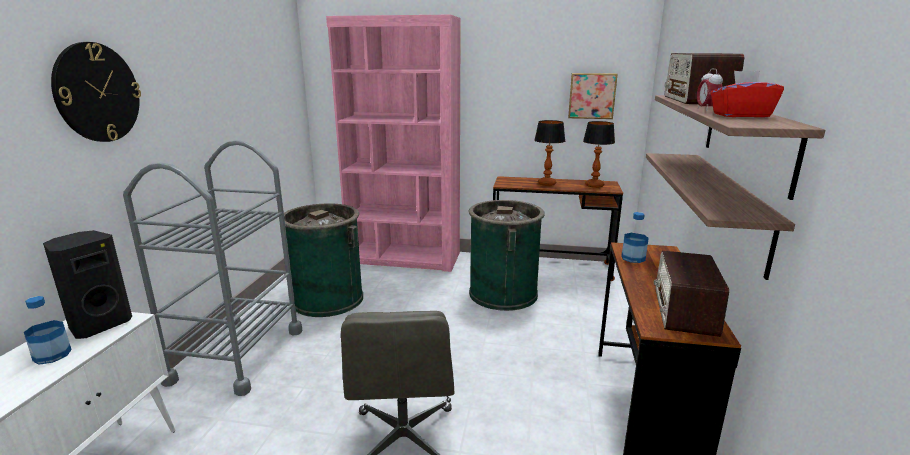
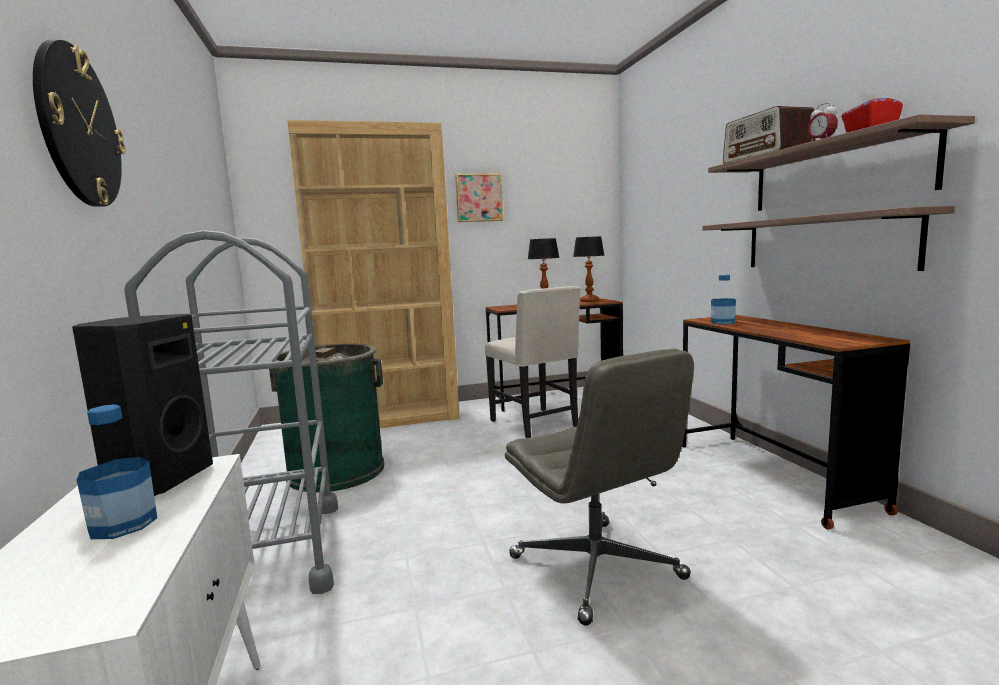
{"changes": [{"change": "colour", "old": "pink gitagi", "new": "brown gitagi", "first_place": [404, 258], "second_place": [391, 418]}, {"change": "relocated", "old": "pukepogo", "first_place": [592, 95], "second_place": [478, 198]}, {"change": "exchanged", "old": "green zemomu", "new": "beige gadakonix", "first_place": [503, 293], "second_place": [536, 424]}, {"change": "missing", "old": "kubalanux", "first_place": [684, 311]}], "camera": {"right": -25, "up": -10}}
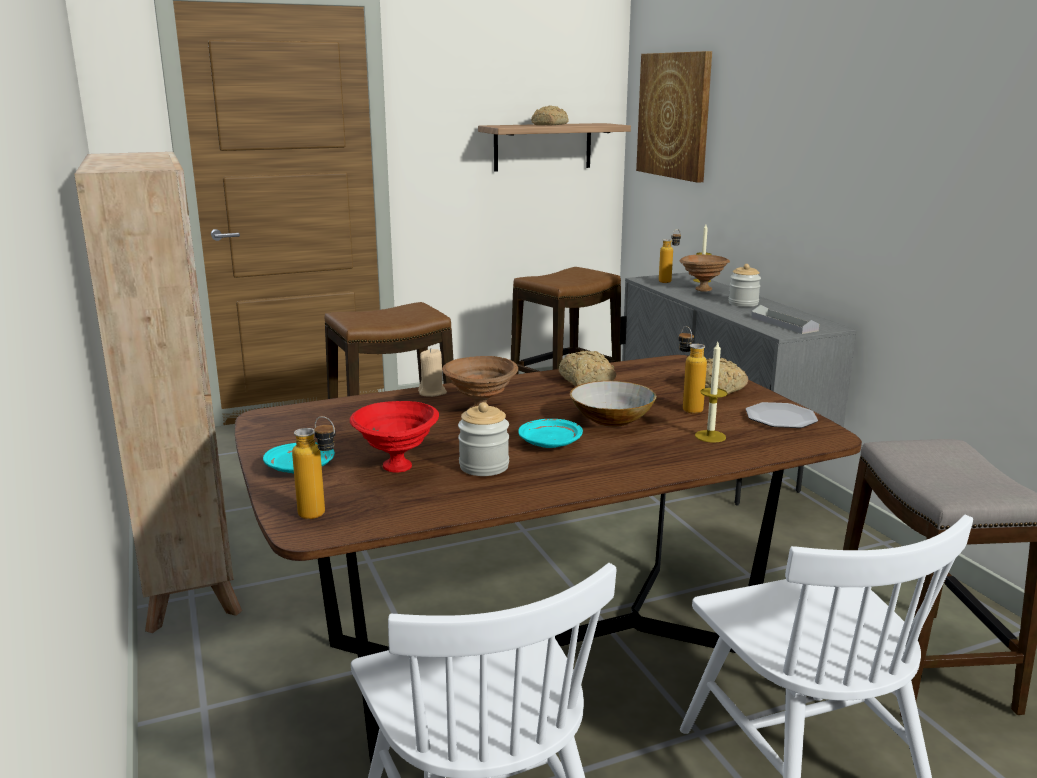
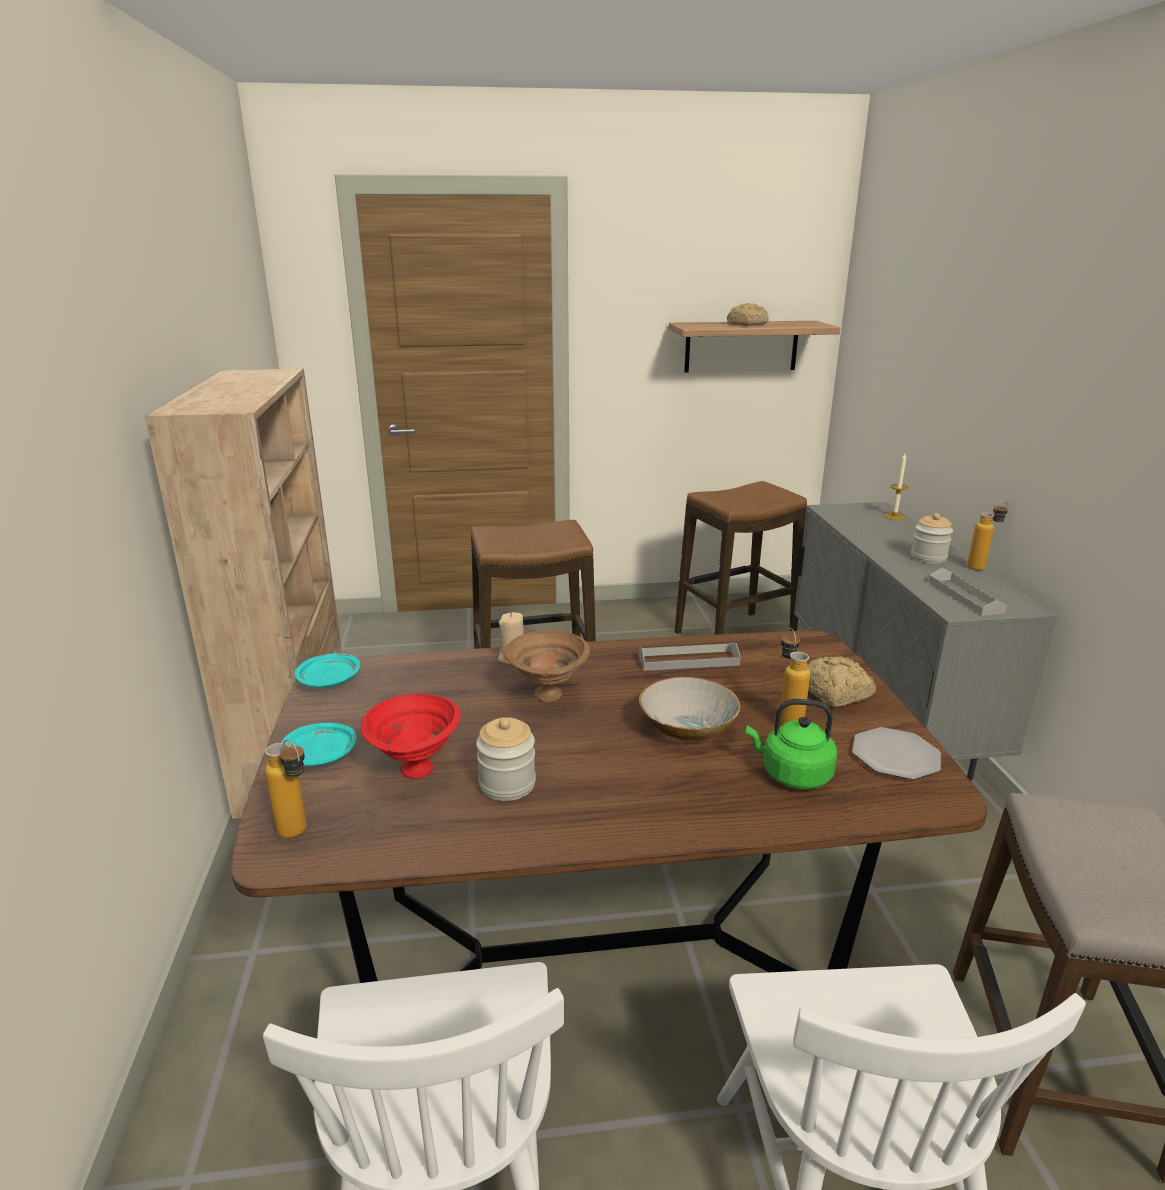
{"changes": [{"change": "missing", "old": "pukepogo", "first_place": [674, 115]}, {"change": "relocated", "old": "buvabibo", "first_place": [669, 281], "second_place": [981, 567]}, {"change": "missing", "old": "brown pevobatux", "first_place": [702, 289]}, {"change": "exchanged", "old": "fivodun", "new": "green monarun", "first_place": [710, 436], "second_place": [792, 775]}, {"change": "exchanged", "old": "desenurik", "new": "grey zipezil", "first_place": [586, 381], "second_place": [688, 660]}, {"change": "relocated", "old": "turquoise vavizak", "first_place": [550, 443], "second_place": [329, 680]}], "camera": {"right": 15, "up": 5}}
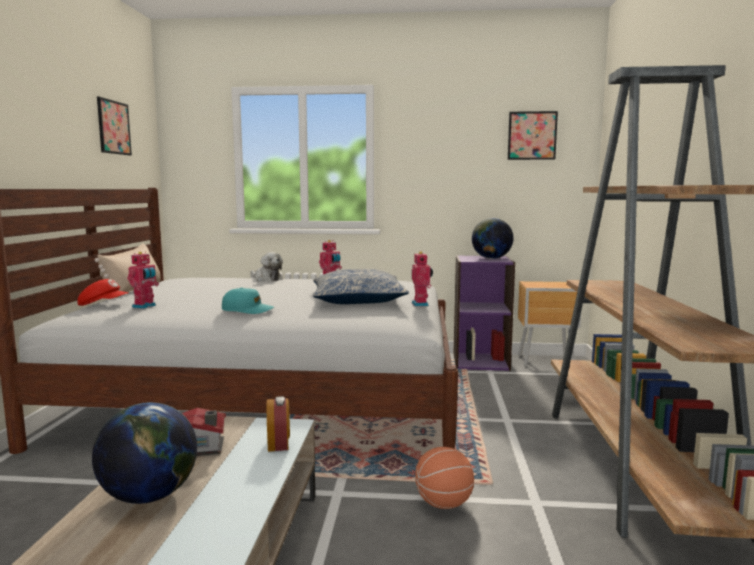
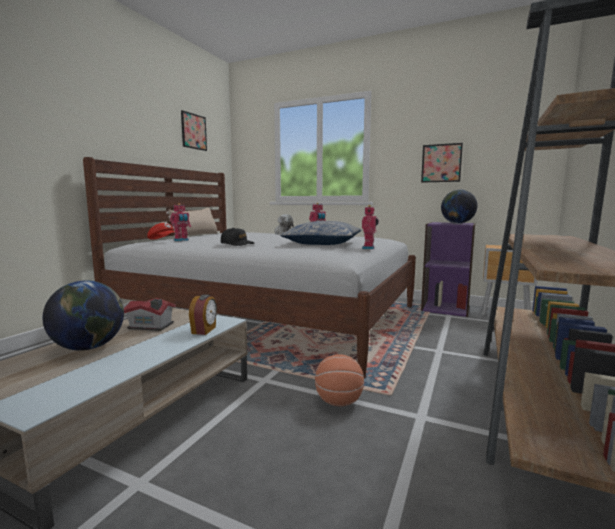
{"changes": [{"change": "relocated", "old": "pukepogo", "first_place": [532, 135], "second_place": [441, 163]}, {"change": "colour", "old": "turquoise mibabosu", "new": "black mibabosu", "first_place": [247, 310], "second_place": [237, 244]}], "camera": {"right": 20, "up": 0}}
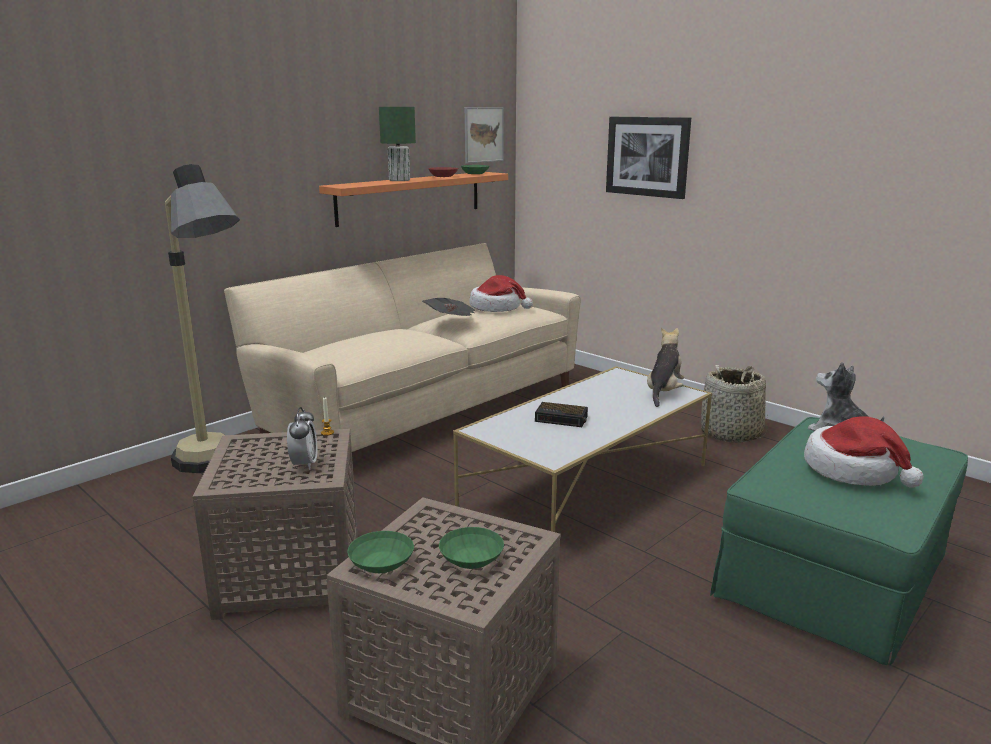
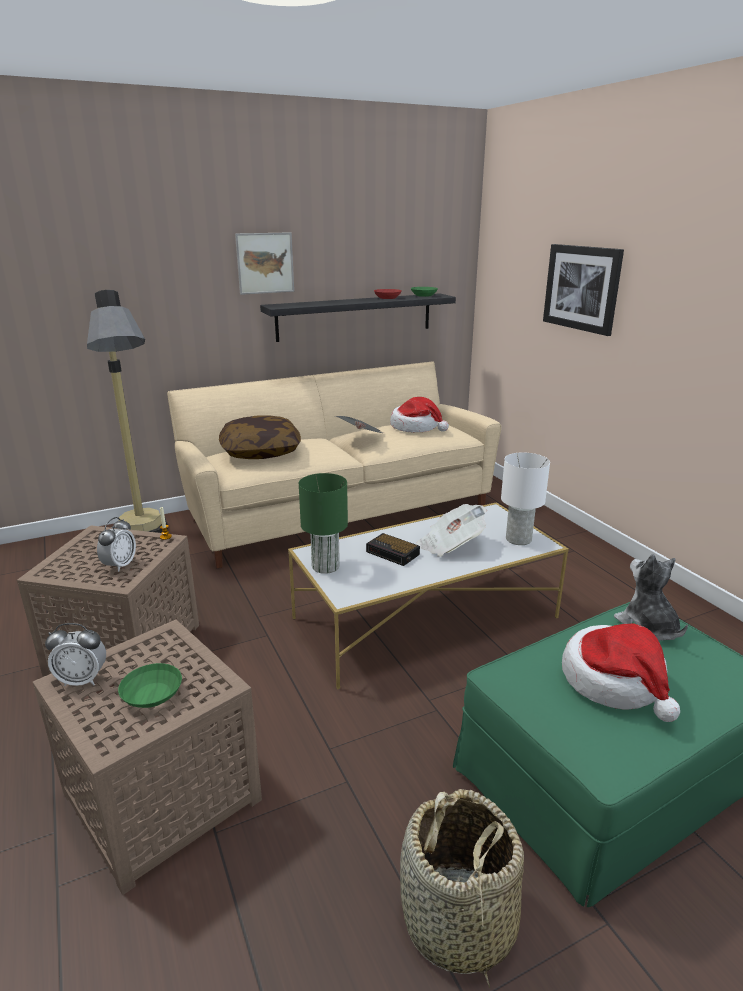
{"changes": [{"change": "relocated", "old": "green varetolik", "first_place": [399, 180], "second_place": [324, 566]}, {"change": "relocated", "old": "pukepogo", "first_place": [483, 135], "second_place": [265, 263]}, {"change": "colour", "old": "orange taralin", "new": "black taralin", "first_place": [410, 197], "second_place": [355, 317]}, {"change": "exchanged", "old": "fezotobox", "new": "white varetolik", "first_place": [663, 392], "second_place": [518, 539]}, {"change": "relocated", "old": "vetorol", "first_place": [731, 434], "second_place": [458, 921]}, {"change": "exchanged", "old": "green pevobatux", "new": "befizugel", "first_place": [382, 562], "second_place": [82, 680]}, {"change": "appeared", "new": "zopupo", "second_place": [261, 451]}, {"change": "appeared", "new": "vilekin", "second_place": [450, 545]}], "camera": {"right": 20, "up": 5}}
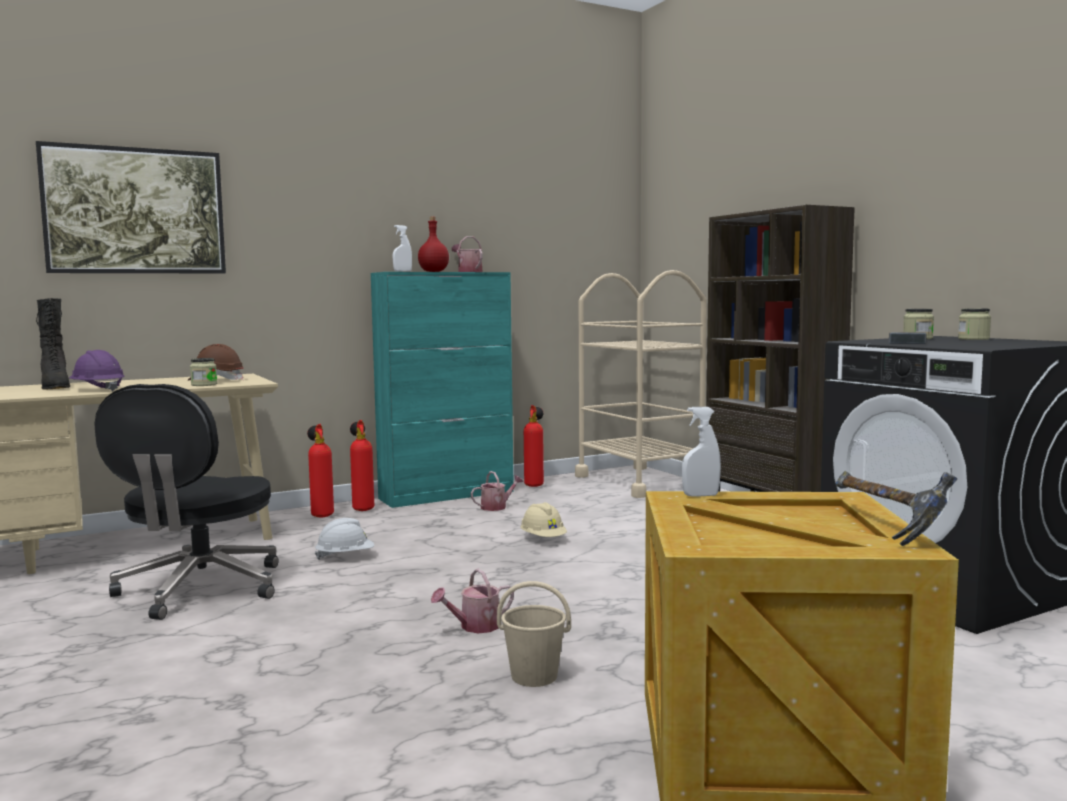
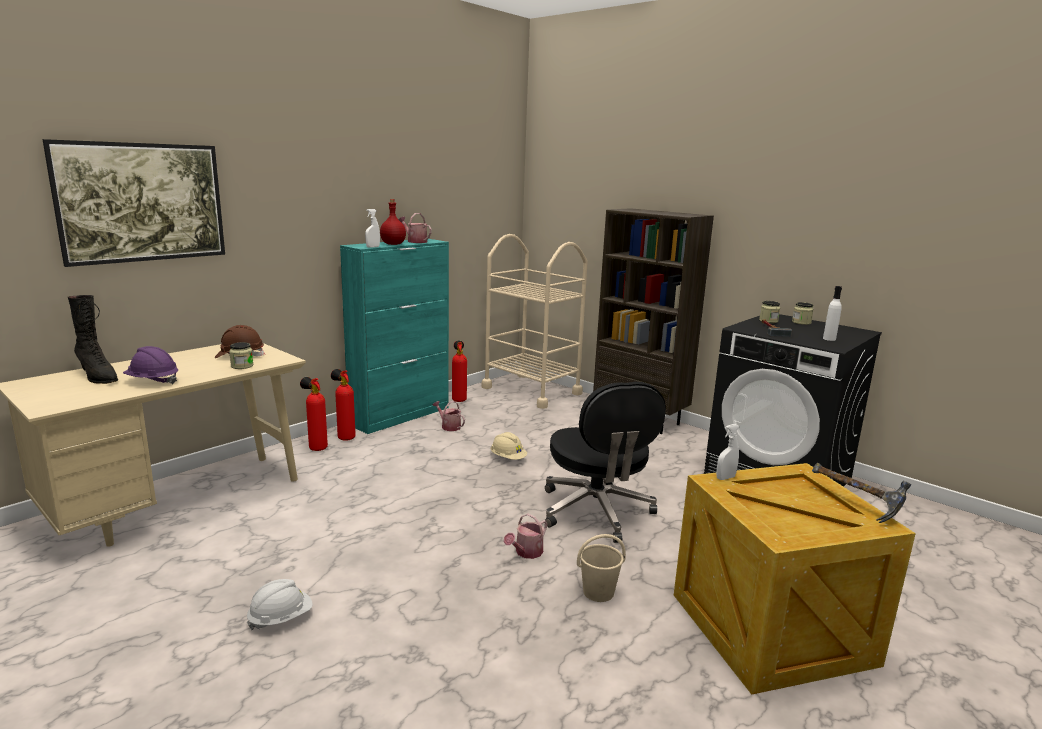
{"changes": [{"change": "relocated", "old": "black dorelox", "first_place": [199, 589], "second_place": [596, 512]}, {"change": "spun", "old": "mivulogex", "first_place": [497, 507], "second_place": [449, 426], "degrees": -90}, {"change": "relocated", "old": "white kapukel", "first_place": [345, 557], "second_place": [281, 618]}, {"change": "appeared", "new": "white buvabibo", "second_place": [829, 339]}], "camera": {"right": -20, "up": 10}}
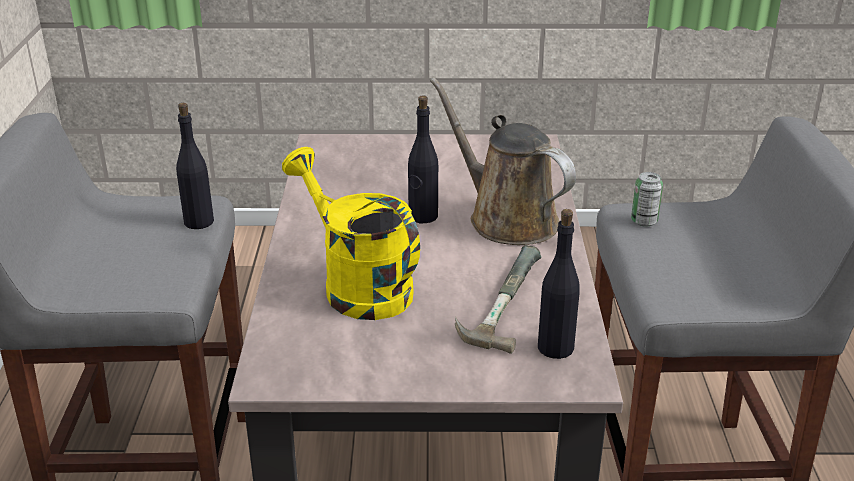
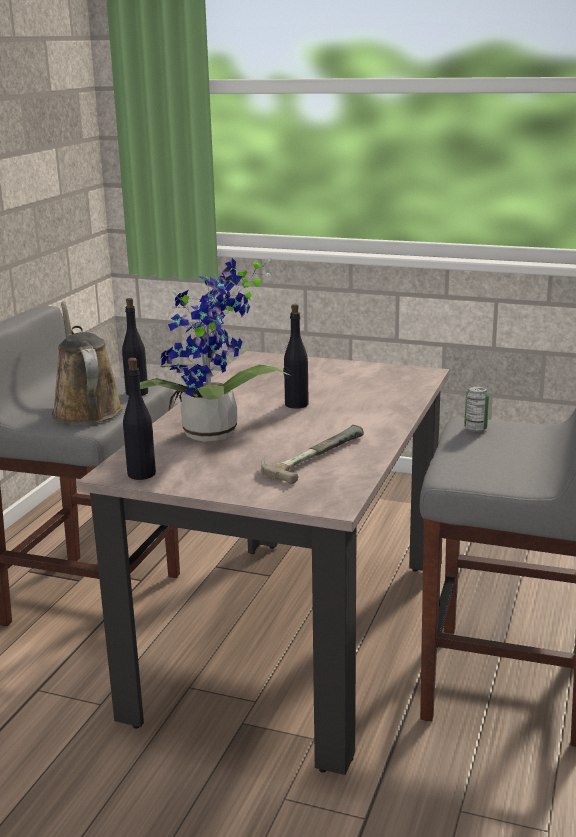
{"changes": [{"change": "relocated", "old": "brown mivulogex", "first_place": [506, 218], "second_place": [85, 409]}, {"change": "exchanged", "old": "yellow mivulogex", "new": "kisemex", "first_place": [357, 286], "second_place": [214, 436]}, {"change": "relocated", "old": "black buvabibo", "first_place": [555, 347], "second_place": [142, 474]}], "camera": {"right": 20, "up": -10}}
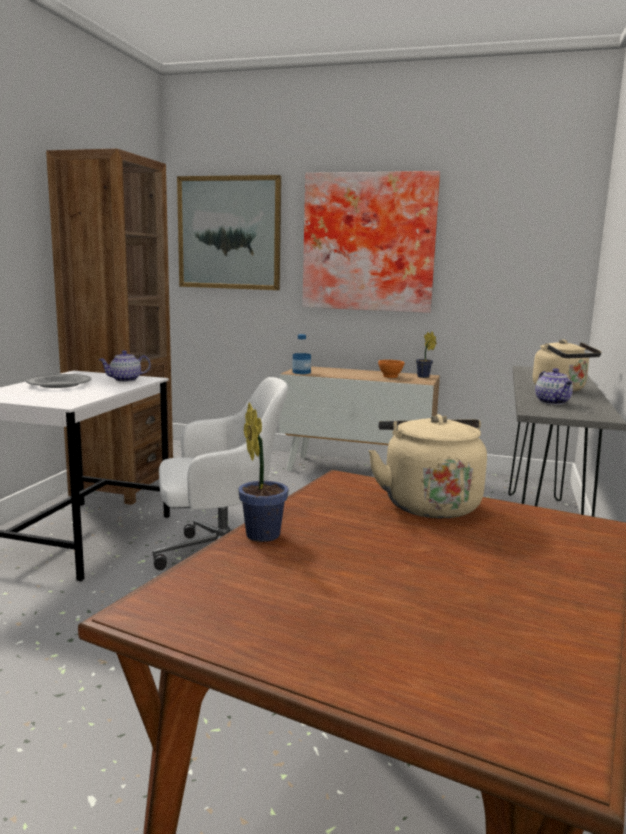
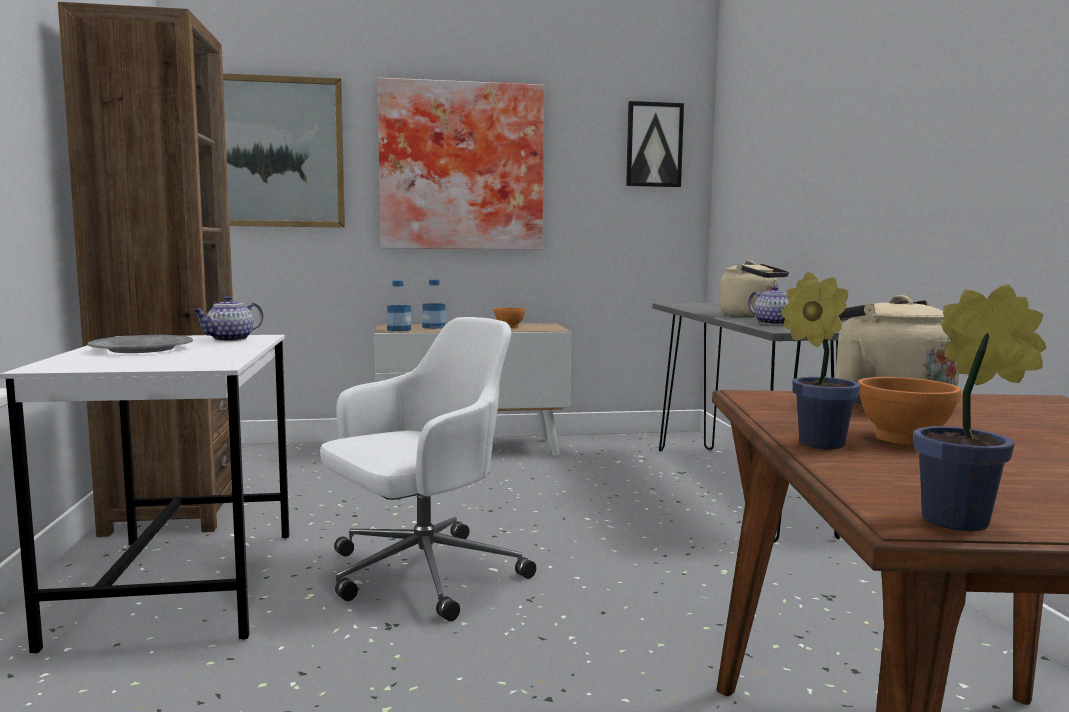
{"changes": [{"change": "relocated", "old": "kisemex", "first_place": [424, 377], "second_place": [964, 523]}, {"change": "appeared", "new": "pukepogo", "second_place": [654, 145]}, {"change": "appeared", "new": "buvabibo", "second_place": [433, 327]}, {"change": "appeared", "new": "orange pevobatux", "second_place": [903, 438]}], "camera": {"right": -25, "up": -5}}
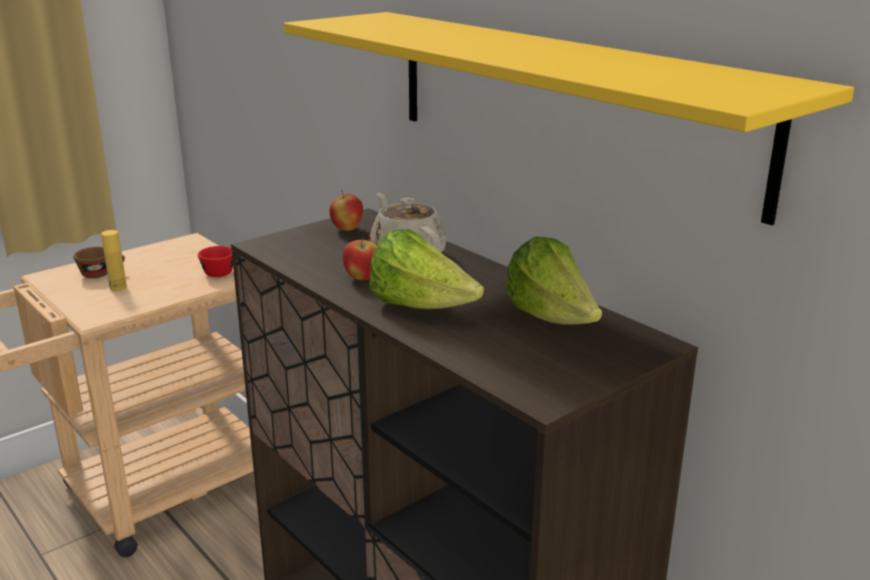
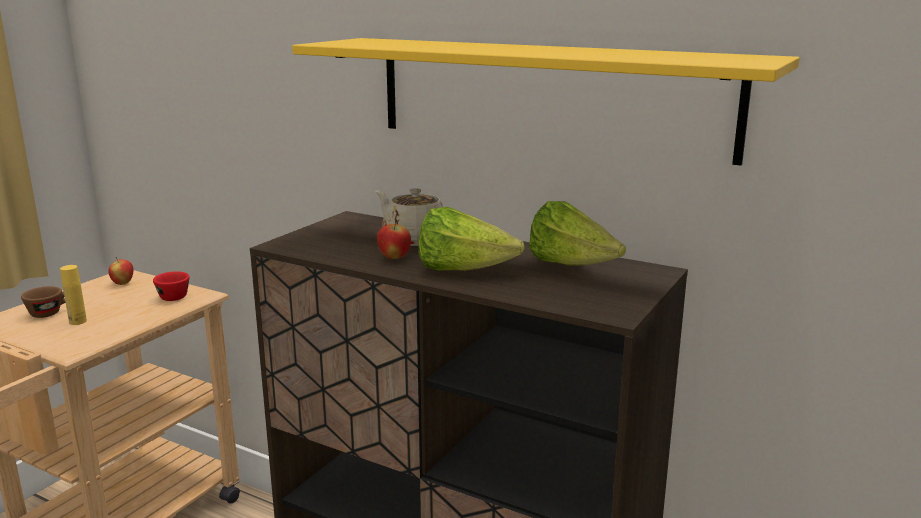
{"changes": [{"change": "relocated", "old": "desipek", "first_place": [347, 229], "second_place": [122, 283]}], "camera": {"right": -20, "up": -5}}
